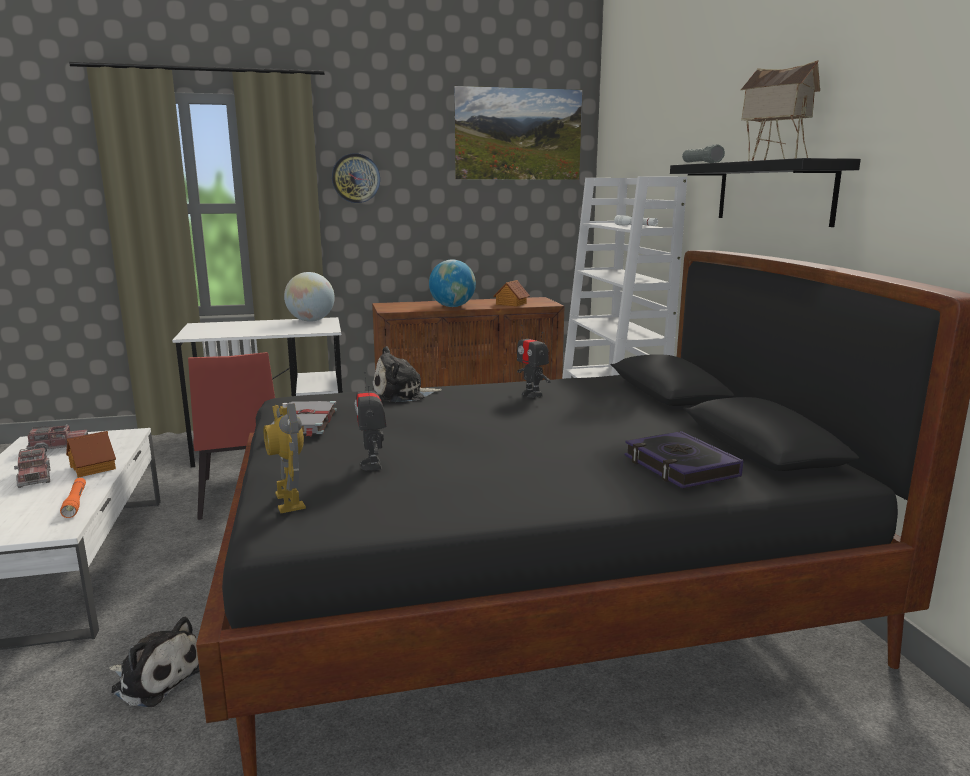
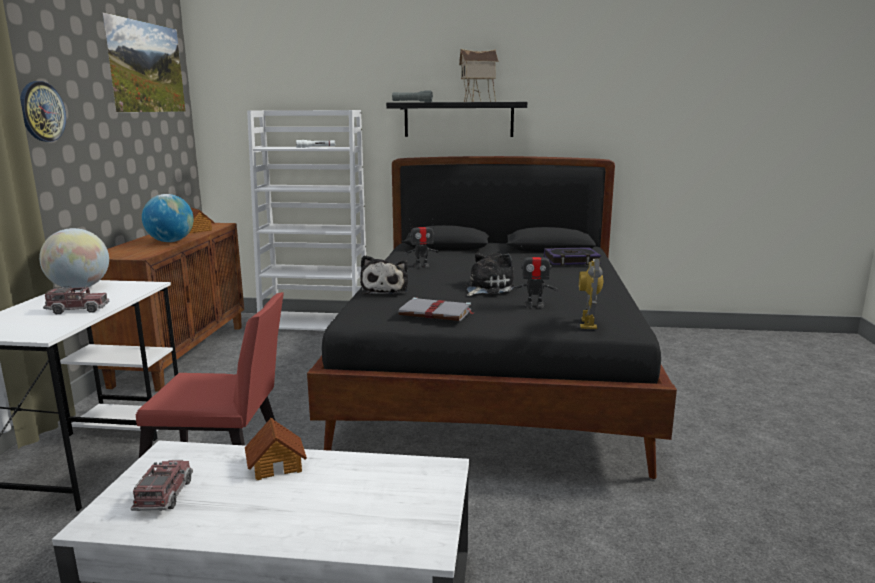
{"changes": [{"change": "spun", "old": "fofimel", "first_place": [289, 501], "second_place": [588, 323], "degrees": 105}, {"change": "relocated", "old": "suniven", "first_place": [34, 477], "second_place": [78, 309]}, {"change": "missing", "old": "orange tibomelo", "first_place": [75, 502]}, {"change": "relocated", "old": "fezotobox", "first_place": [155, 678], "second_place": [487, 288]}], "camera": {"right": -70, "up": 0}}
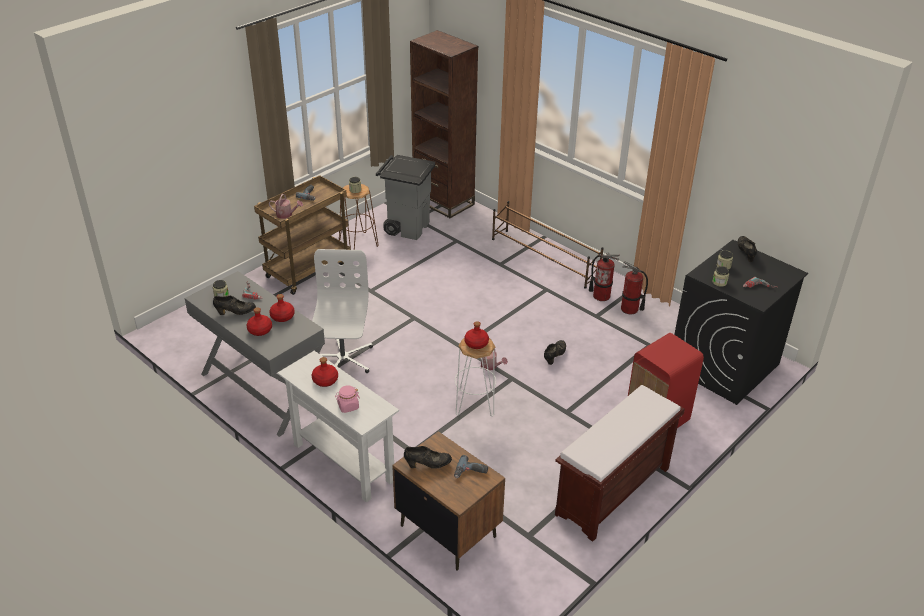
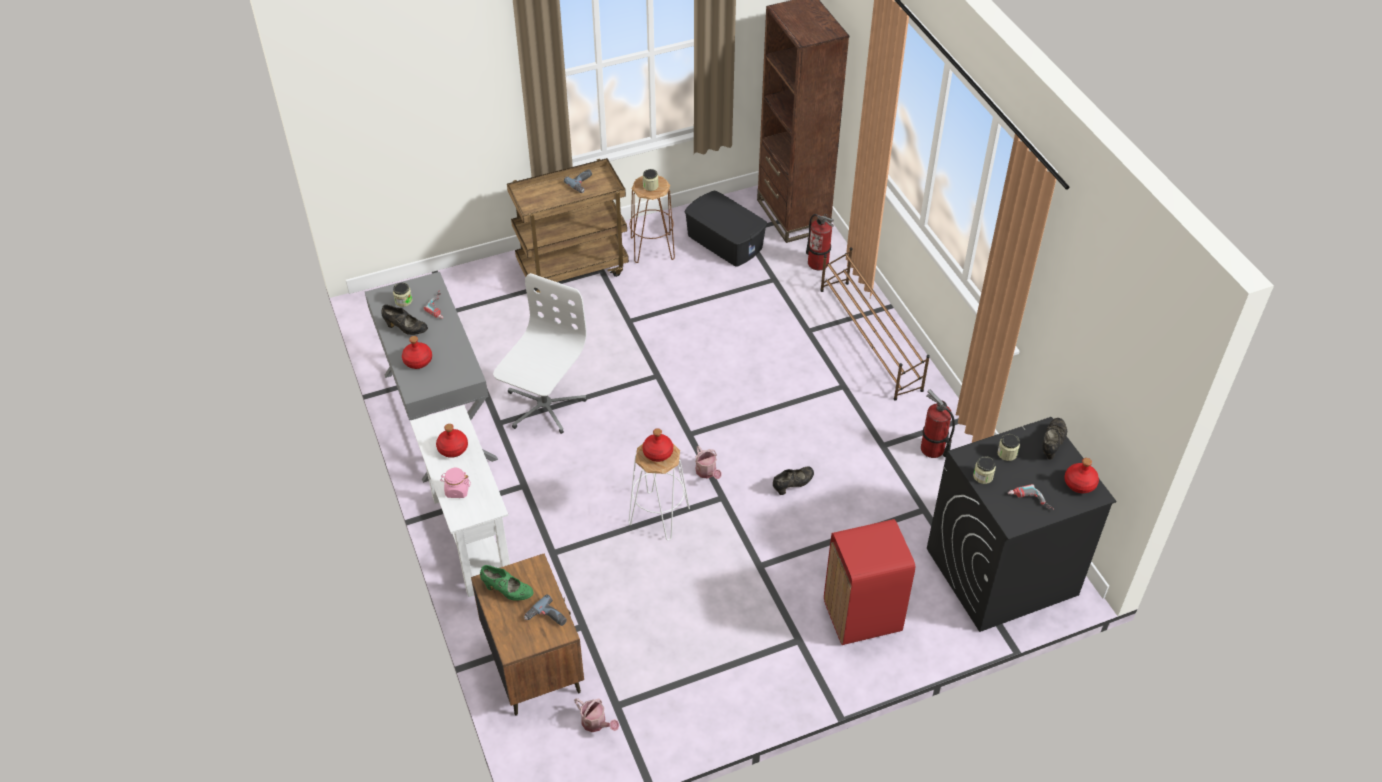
{"changes": [{"change": "exchanged", "old": "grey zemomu", "new": "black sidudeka", "first_place": [407, 227], "second_place": [725, 241]}, {"change": "relocated", "old": "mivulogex", "first_place": [286, 215], "second_place": [596, 723]}, {"change": "relocated", "old": "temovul", "first_place": [601, 296], "second_place": [818, 263]}, {"change": "relocated", "old": "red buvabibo", "first_place": [282, 316], "second_place": [1080, 483]}, {"change": "missing", "old": "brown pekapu", "first_place": [612, 492]}, {"change": "colour", "old": "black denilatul", "new": "green denilatul", "first_place": [428, 464], "second_place": [507, 591]}], "camera": {"right": 25, "up": 10}}
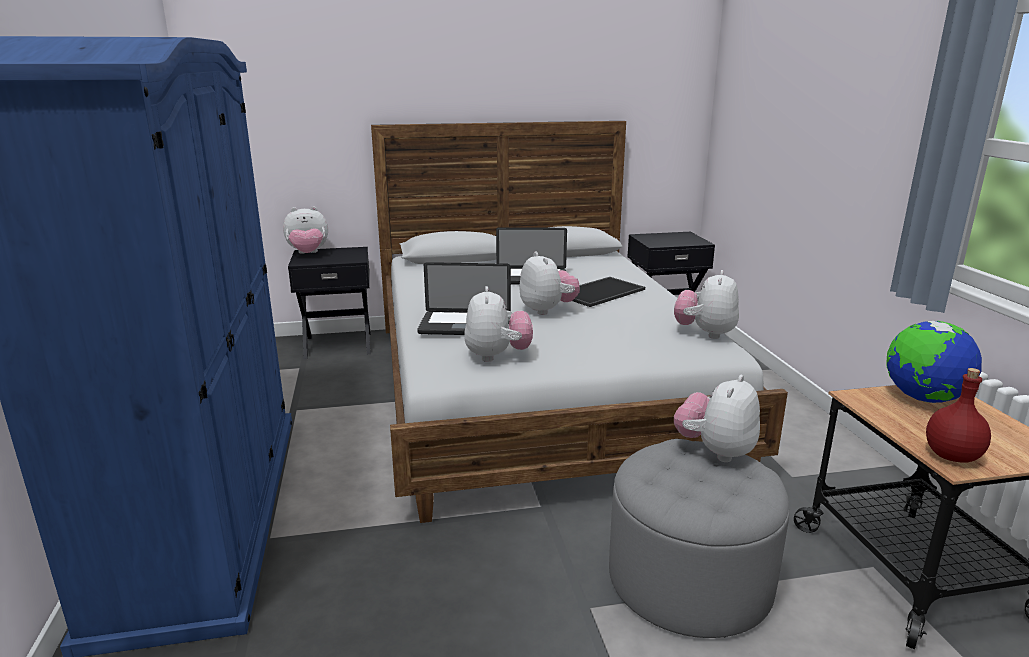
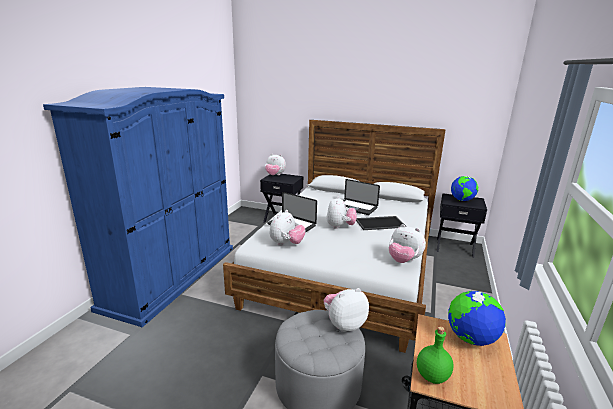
{"changes": [{"change": "spun", "old": "fezotobox", "first_place": [705, 333], "second_place": [403, 260], "degrees": -105}, {"change": "colour", "old": "red buvabibo", "new": "green buvabibo", "first_place": [950, 456], "second_place": [432, 375]}, {"change": "appeared", "new": "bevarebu", "second_place": [462, 200]}], "camera": {"right": 30, "up": 0}}
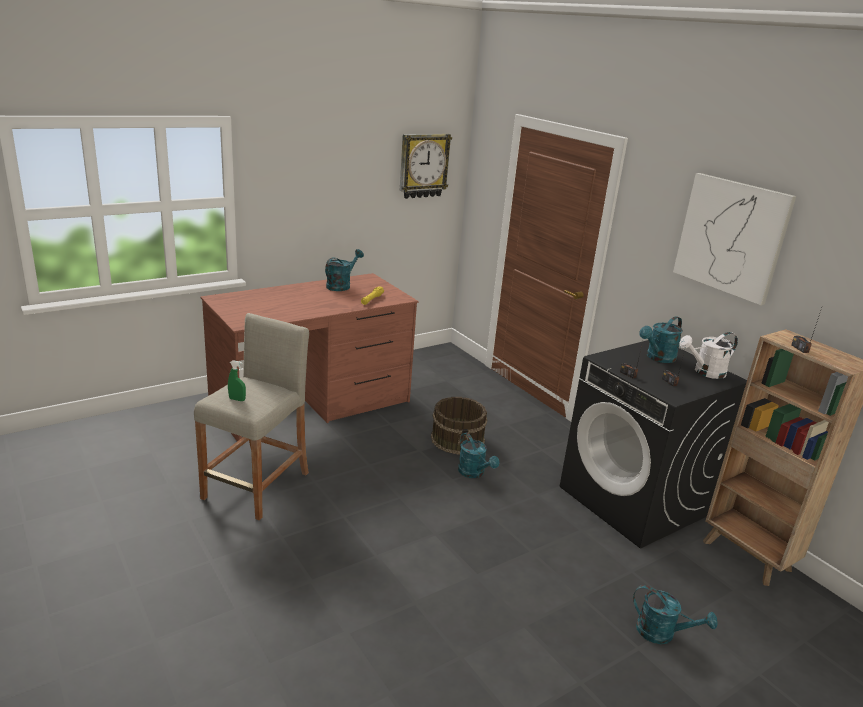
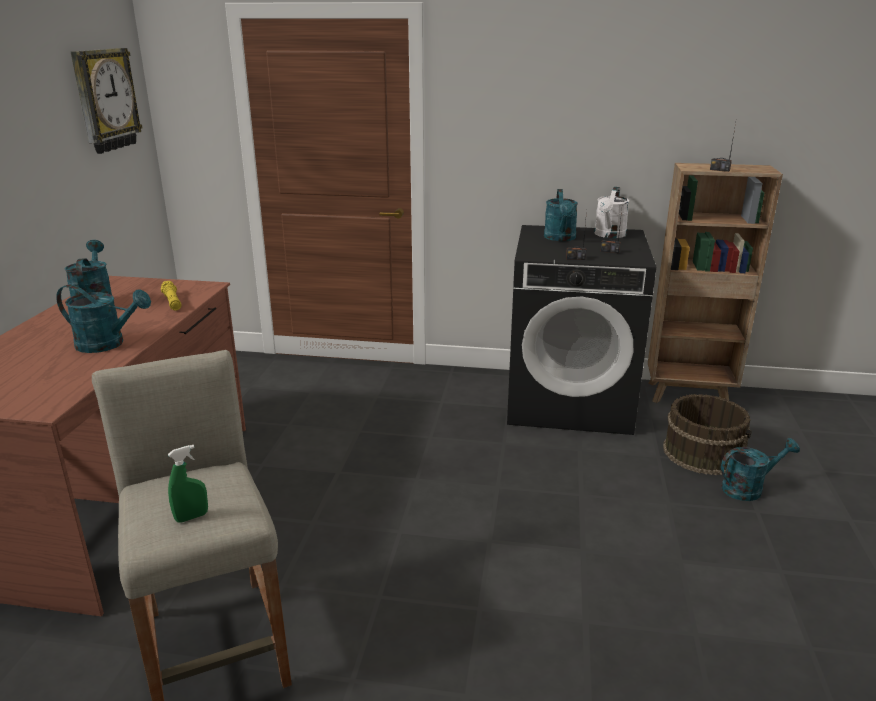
{"changes": [{"change": "missing", "old": "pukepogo", "first_place": [731, 237]}, {"change": "relocated", "old": "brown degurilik", "first_place": [458, 439], "second_place": [703, 453]}, {"change": "relocated", "old": "turquoise mivulogex", "first_place": [474, 473], "second_place": [108, 344]}], "camera": {"right": -45, "up": 0}}
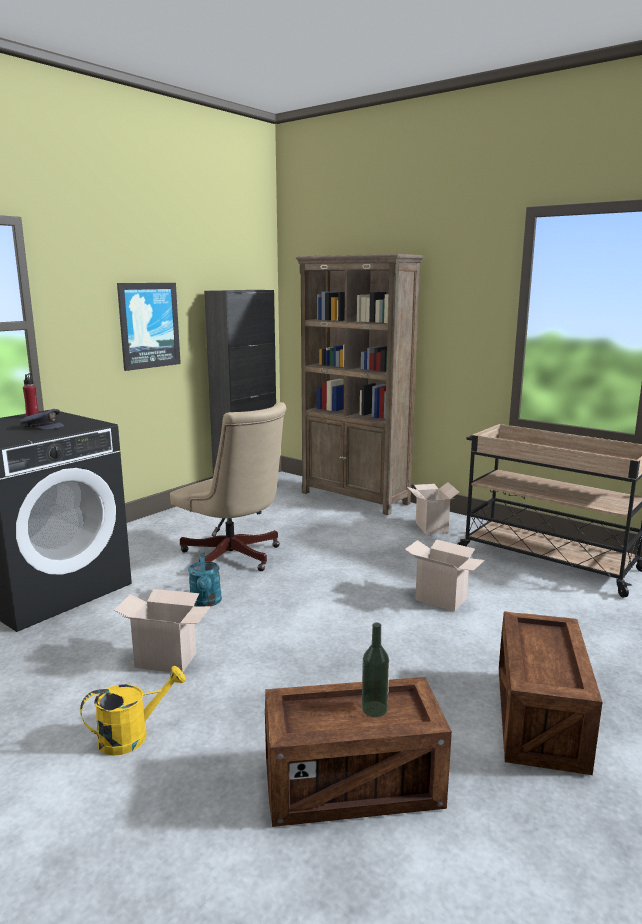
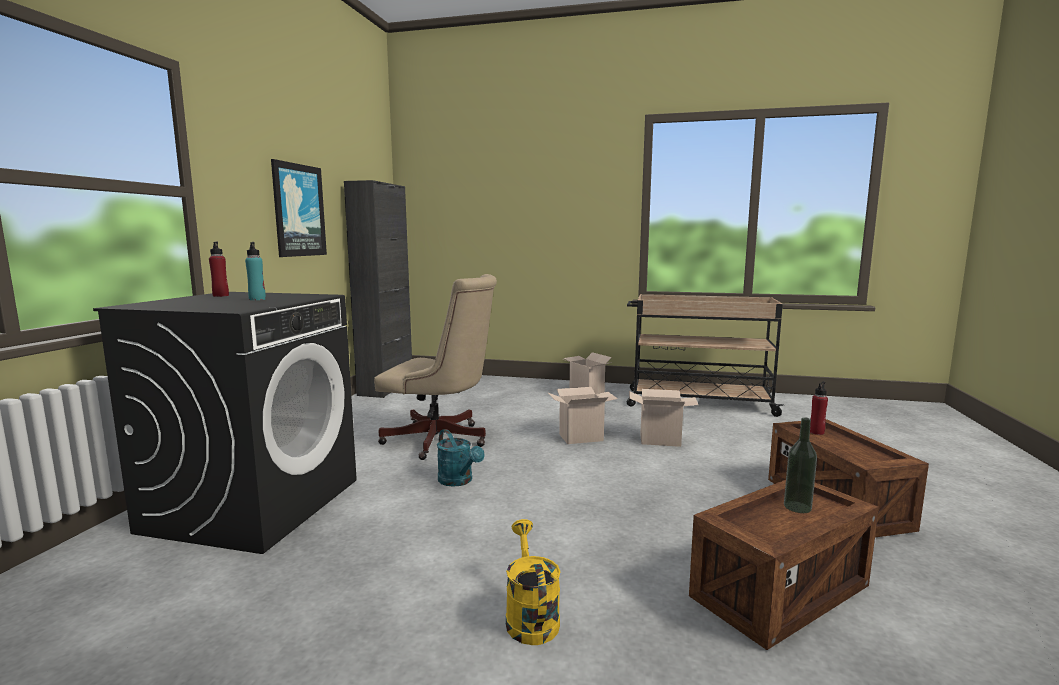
{"changes": [{"change": "missing", "old": "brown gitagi", "first_place": [355, 498]}, {"change": "exchanged", "old": "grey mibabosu", "new": "turquoise buvabibo", "first_place": [43, 426], "second_place": [257, 299]}, {"change": "relocated", "old": "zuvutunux", "first_place": [168, 660], "second_place": [582, 437]}, {"change": "spun", "old": "yellow mivulogex", "first_place": [132, 735], "second_place": [530, 616], "degrees": -45}, {"change": "appeared", "new": "red buvabibo", "second_place": [816, 432]}], "camera": {"right": -25, "up": -5}}
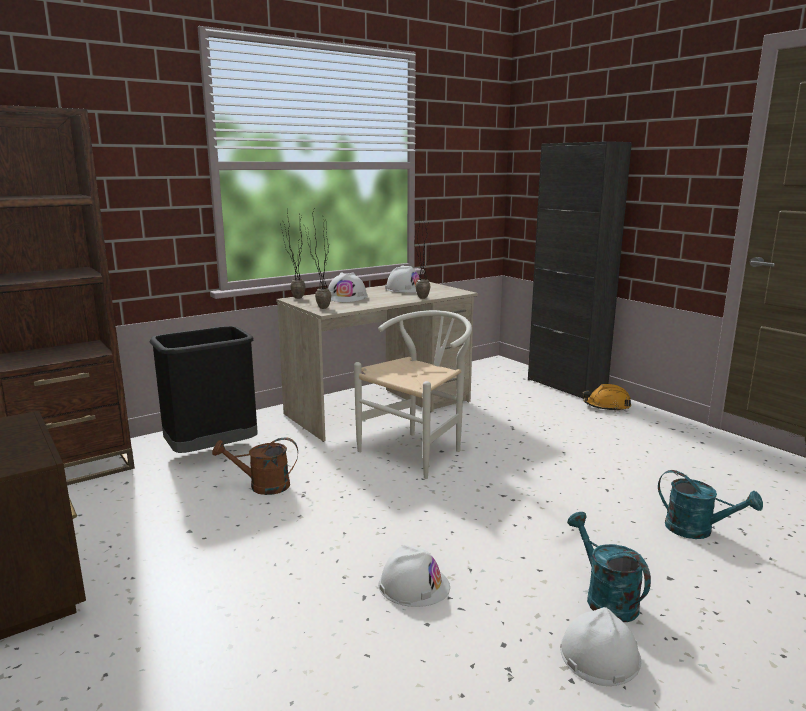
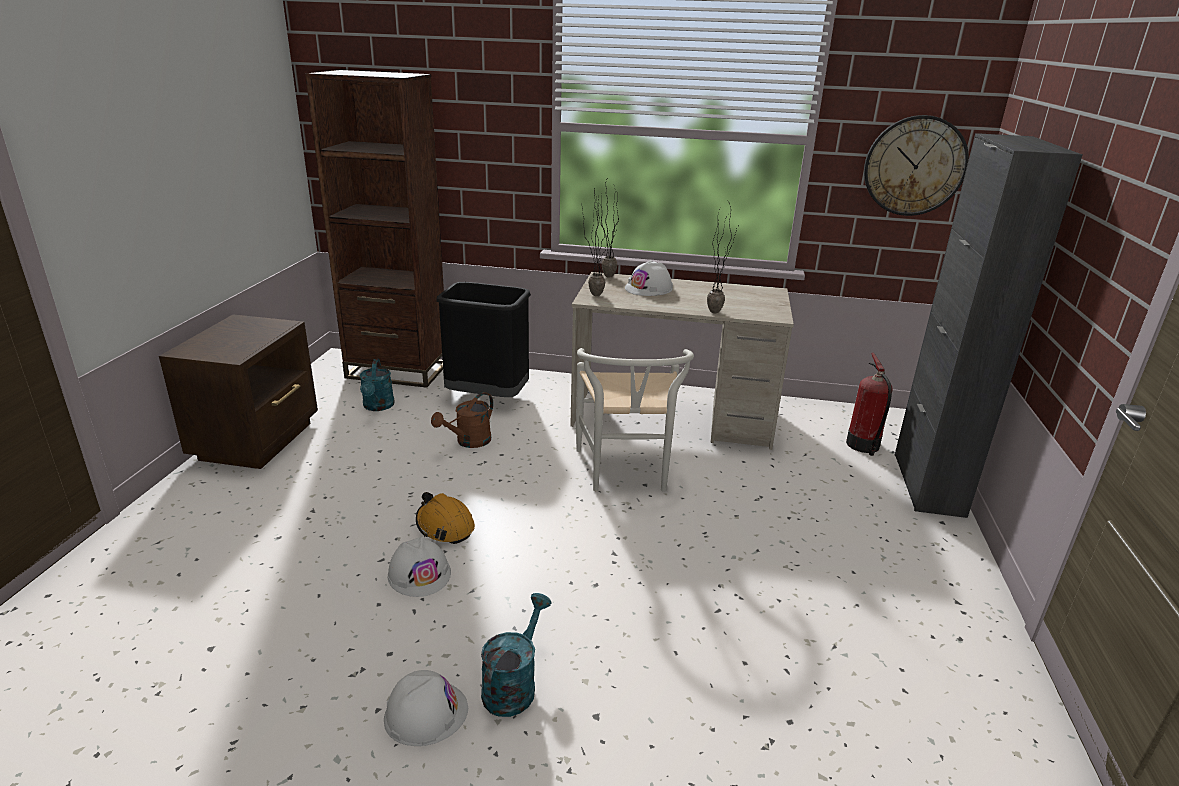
{"changes": [{"change": "missing", "old": "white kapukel", "first_place": [405, 289]}, {"change": "spun", "old": "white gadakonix", "first_place": [418, 450], "second_place": [626, 473], "degrees": 90}, {"change": "relocated", "old": "orange kapukel", "first_place": [607, 406], "second_place": [445, 526]}, {"change": "spun", "old": "brown mivulogex", "first_place": [262, 486], "second_place": [469, 442], "degrees": -90}, {"change": "relocated", "old": "turquoise mivulogex", "first_place": [697, 530], "second_place": [378, 407]}, {"change": "appeared", "new": "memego", "second_place": [914, 166]}, {"change": "appeared", "new": "temovul", "second_place": [863, 445]}], "camera": {"right": 45, "up": 10}}
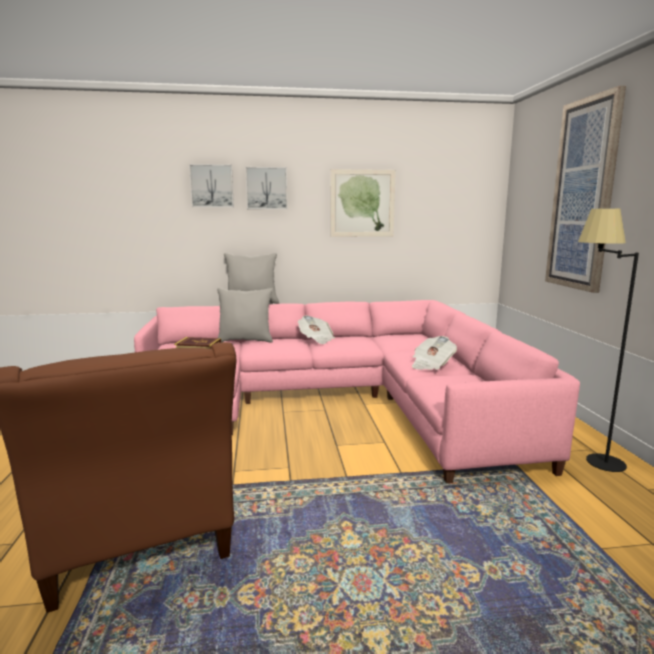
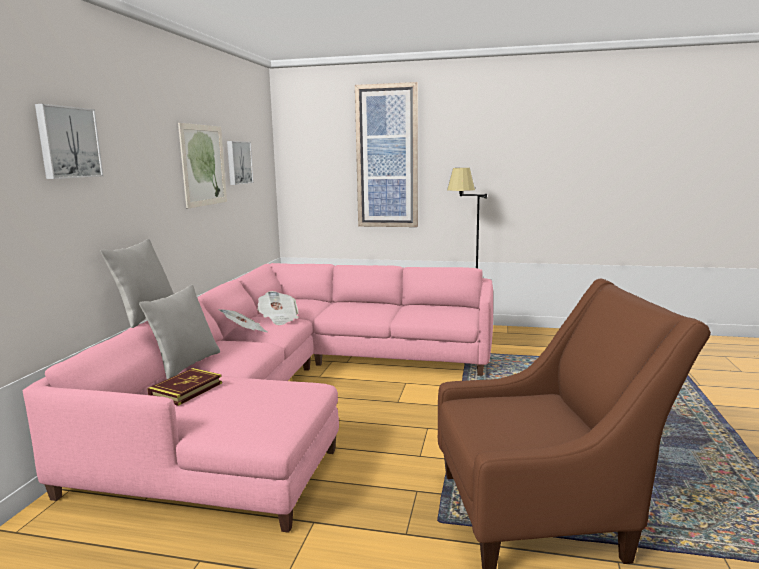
{"changes": [{"change": "relocated", "old": "pukepogo", "first_place": [266, 188], "second_place": [238, 162]}, {"change": "relocated", "old": "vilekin", "first_place": [431, 365], "second_place": [278, 319]}], "camera": {"right": -70, "up": 0}}
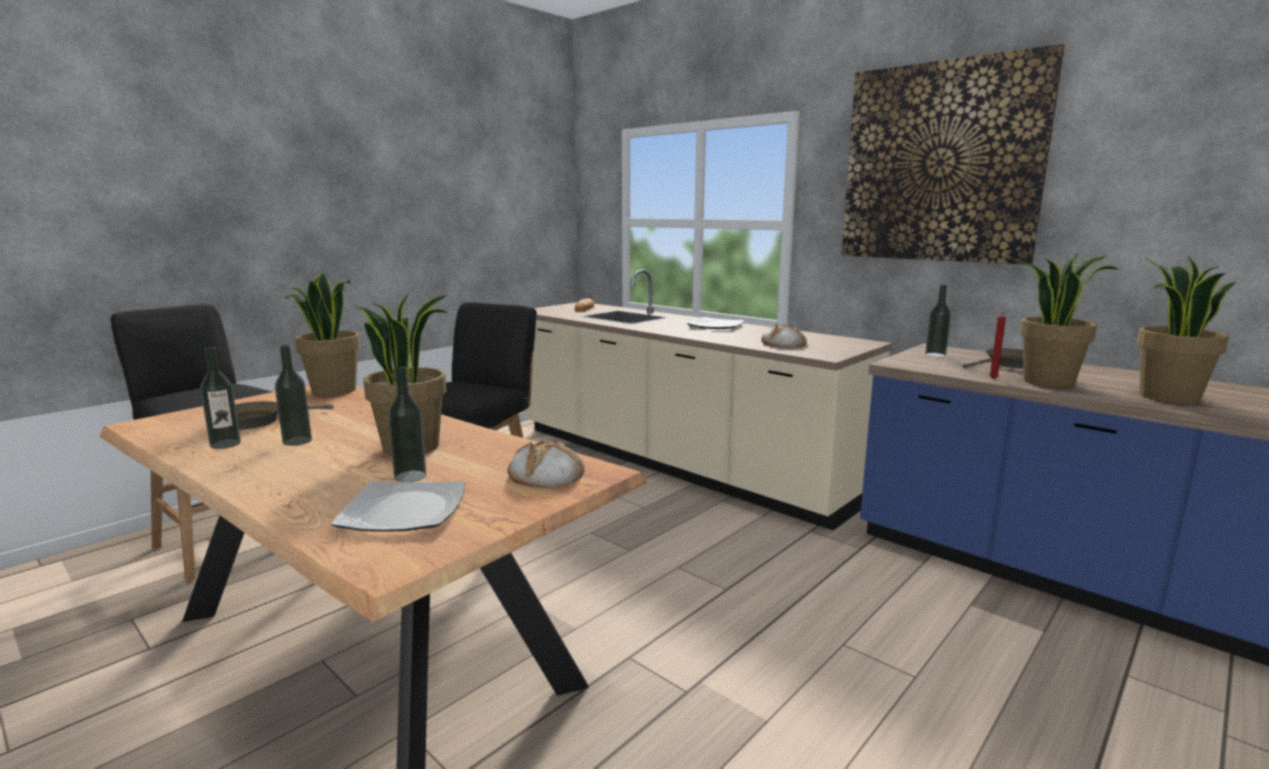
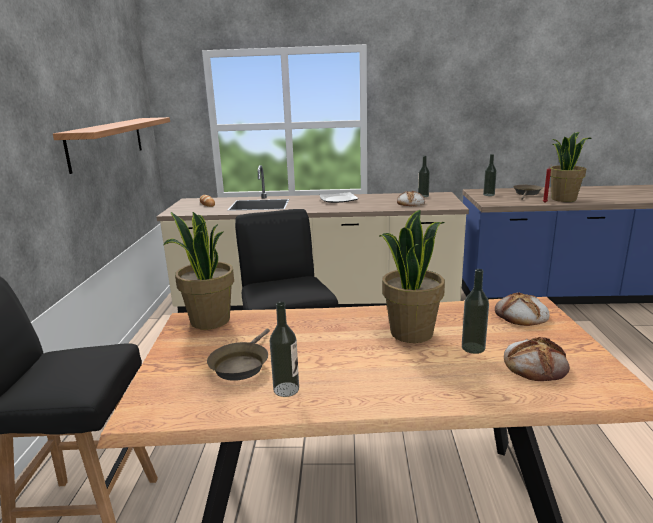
{"changes": [{"change": "missing", "old": "pukepogo", "first_place": [940, 163]}, {"change": "missing", "old": "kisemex", "first_place": [1167, 397]}, {"change": "relocated", "old": "buvabibo", "first_place": [297, 441], "second_place": [423, 196]}, {"change": "exchanged", "old": "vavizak", "new": "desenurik", "first_place": [405, 510], "second_place": [535, 364]}, {"change": "appeared", "new": "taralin", "second_place": [107, 142]}], "camera": {"right": -40, "up": 5}}
